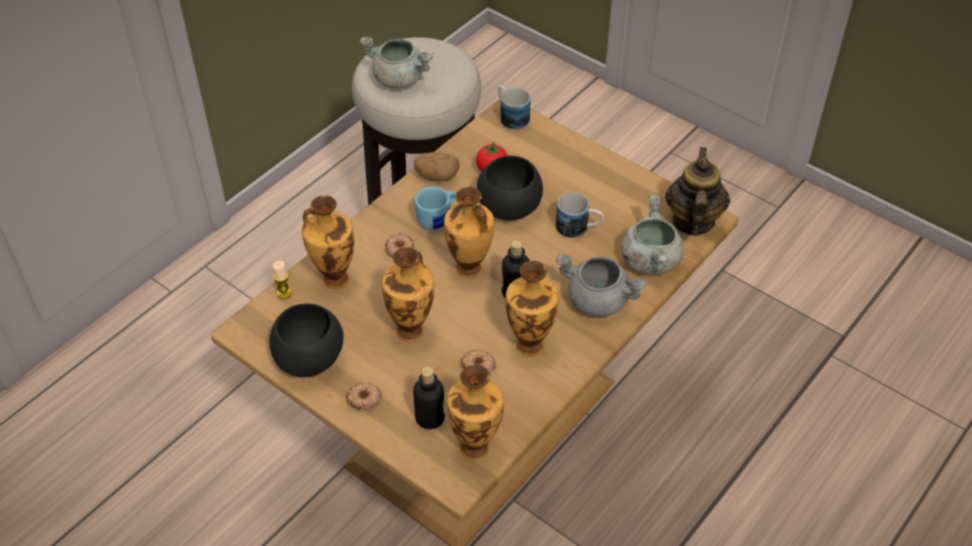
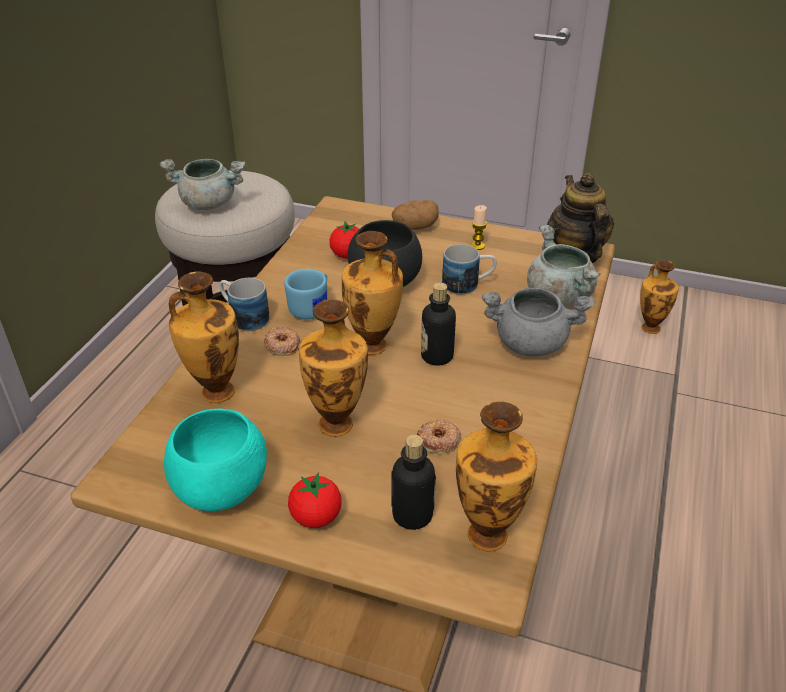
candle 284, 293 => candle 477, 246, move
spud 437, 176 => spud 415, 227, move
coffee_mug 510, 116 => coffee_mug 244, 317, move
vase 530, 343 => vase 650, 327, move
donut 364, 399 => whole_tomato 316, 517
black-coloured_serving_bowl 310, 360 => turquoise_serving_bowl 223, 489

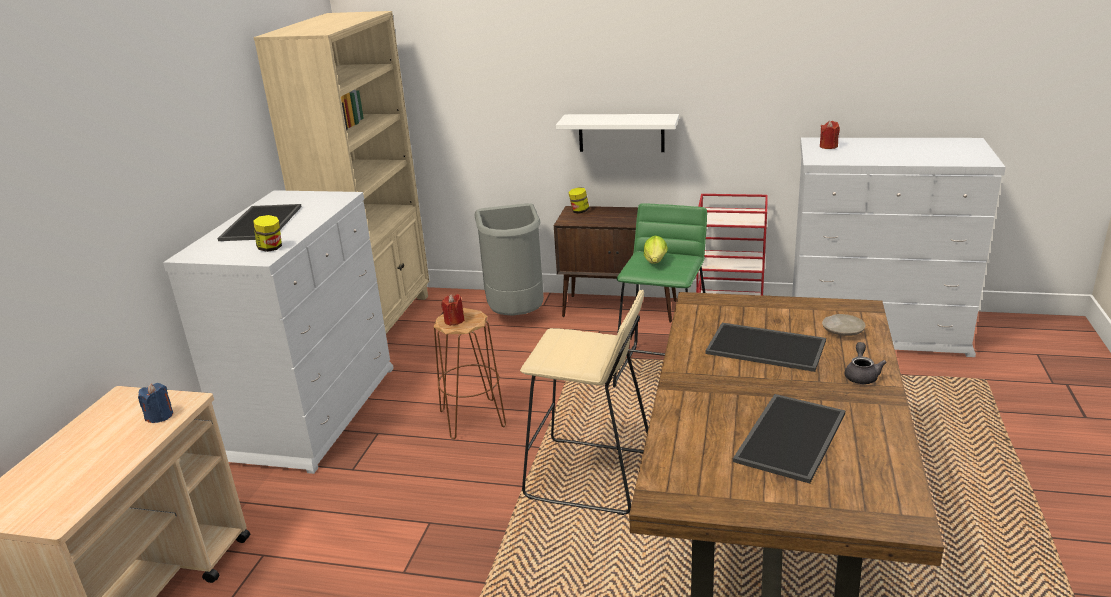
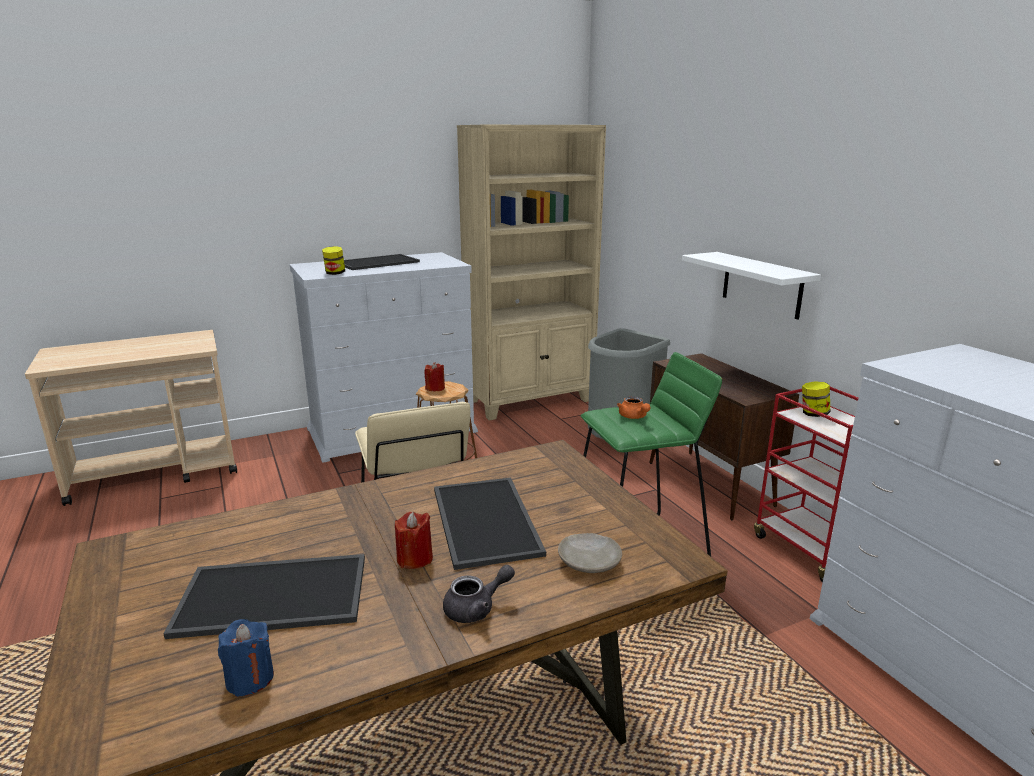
bluish_candle 160, 416 => bluish_candle 250, 678, move
storage_jar 579, 211 => storage_jar 813, 414, move
red_candle 828, 146 => red_candle 414, 558, move
lettuce_head 655, 263 => orangey_tea_pot 634, 417

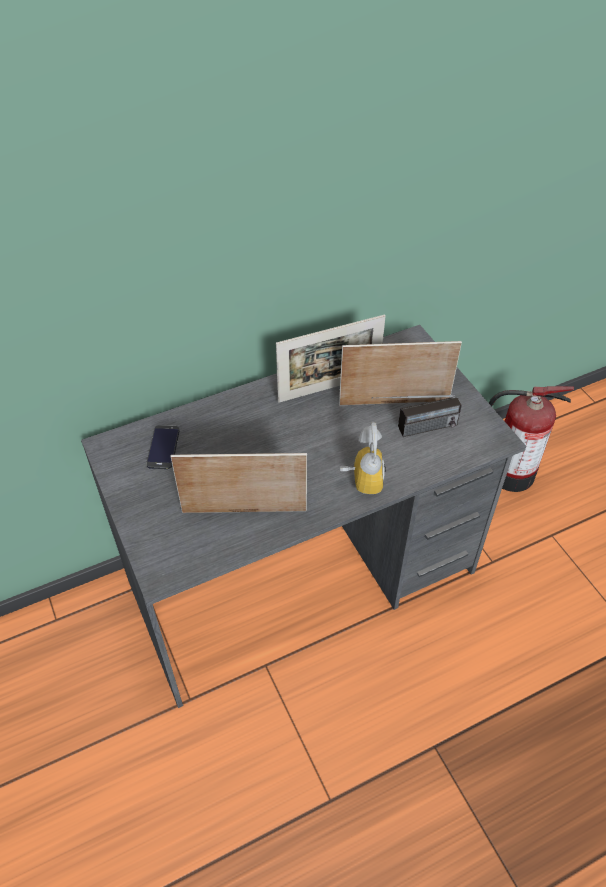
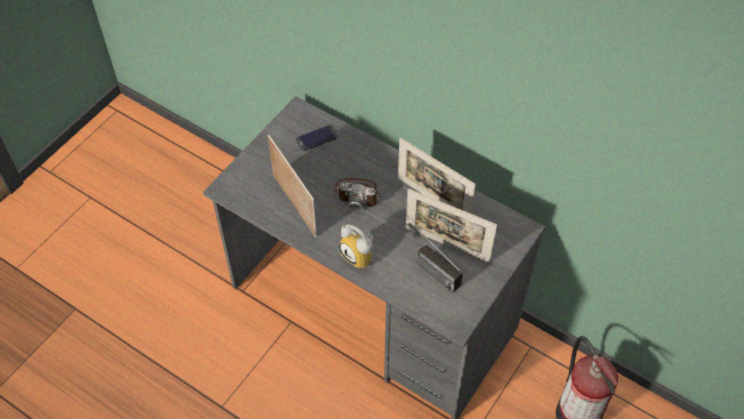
nothing => photo_camera 358, 194
picture_frame 394, 402 => picture_frame 447, 245, 150 degrees clockwise
bedside_clock 360, 480 => bedside_clock 360, 255, 75 degrees clockwise

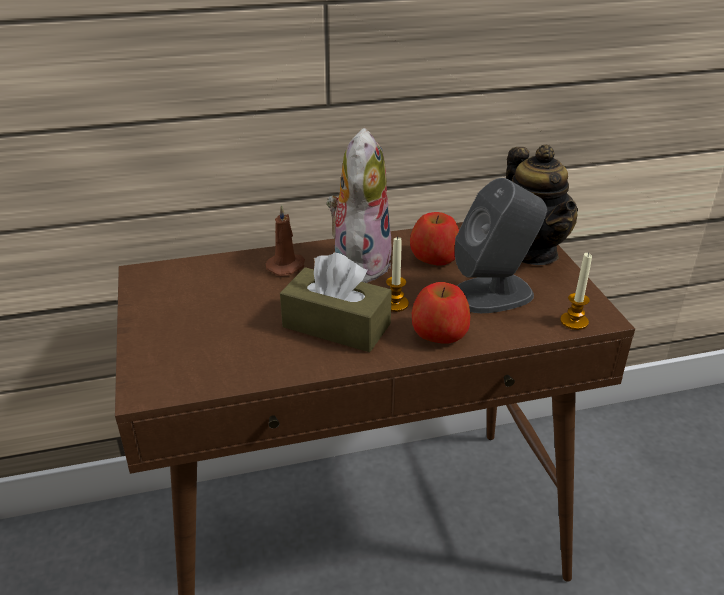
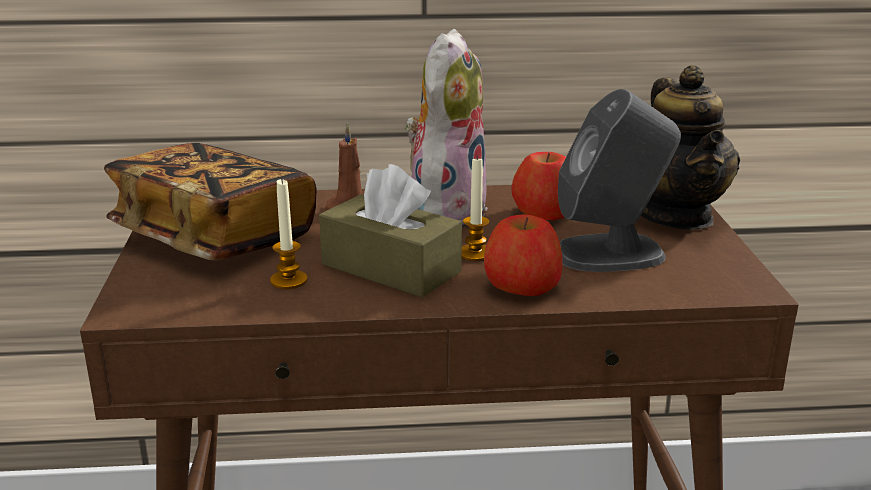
nothing => book 215, 237
candle 574, 321 => candle 289, 281, move

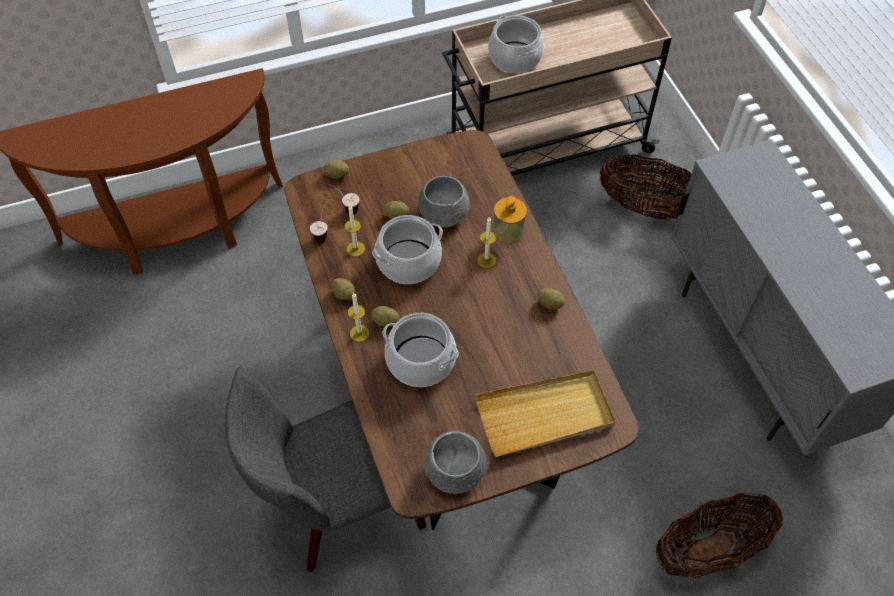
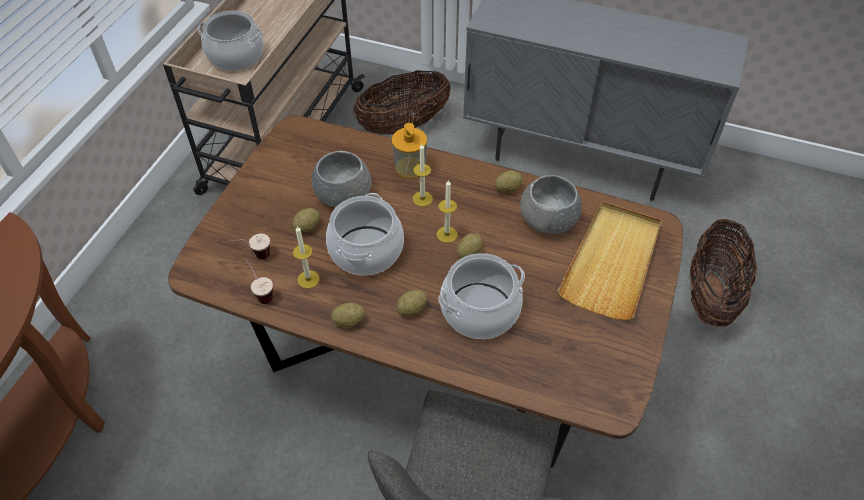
spud 337, 175 => spud 469, 253, move
candle 359, 333 => candle 447, 234, move
gray_serving_bowl 455, 470 => gray_serving_bowl 548, 219, move

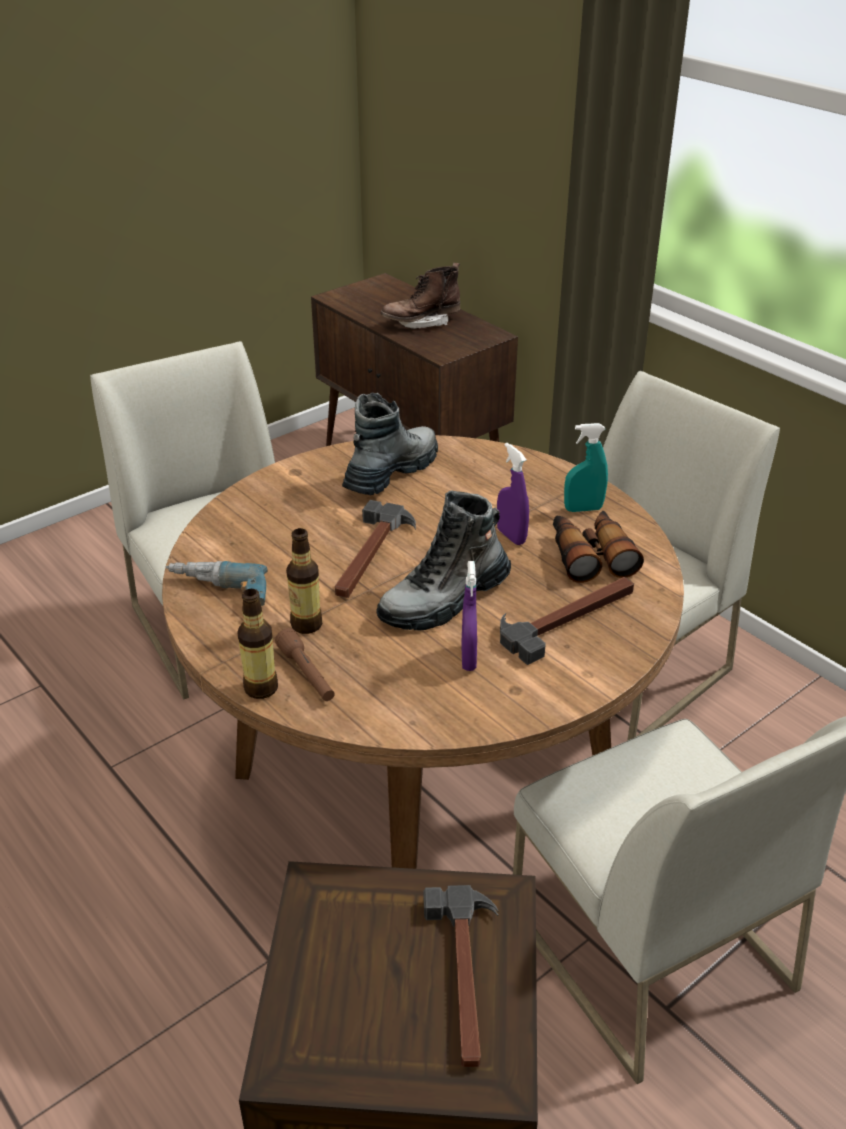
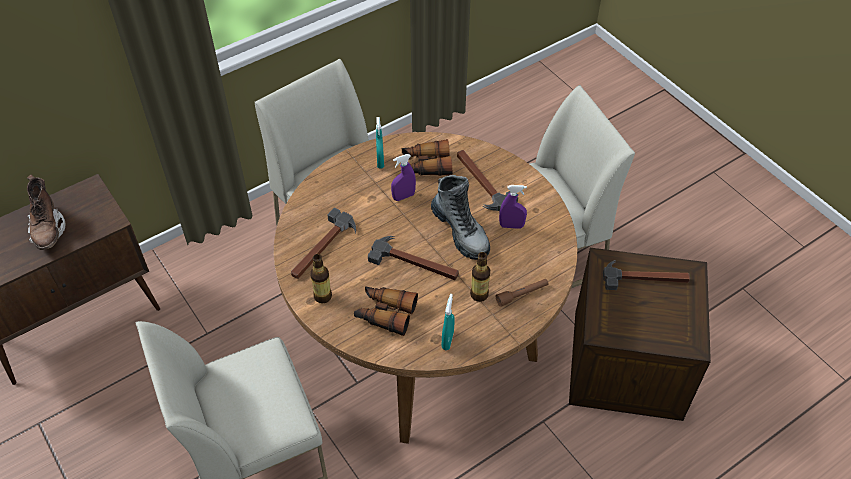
nothing => binoculars 385, 313
beverage_bottle 261, 688 => beverage_bottle 323, 296, move
drill 215, 595 => turquoise_sprayer 447, 340
high-top_boot 391, 472 => hand_hammer 322, 248

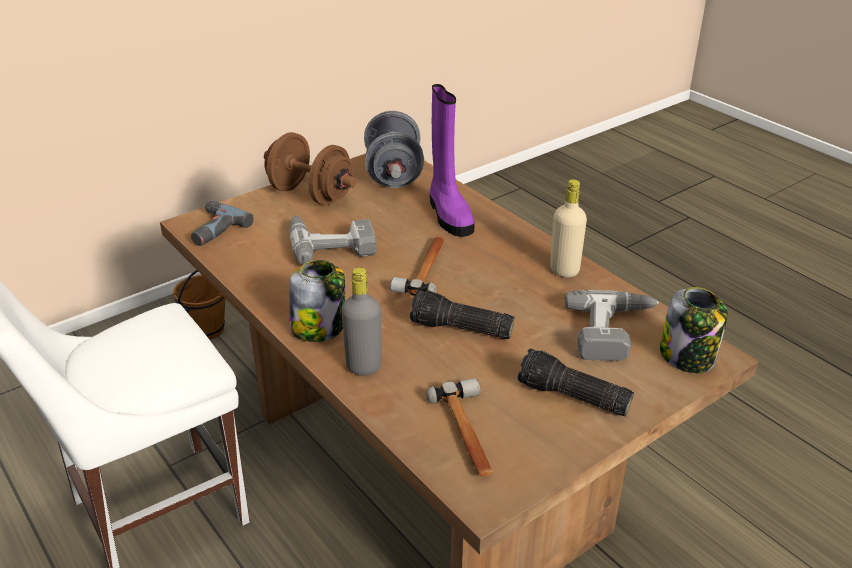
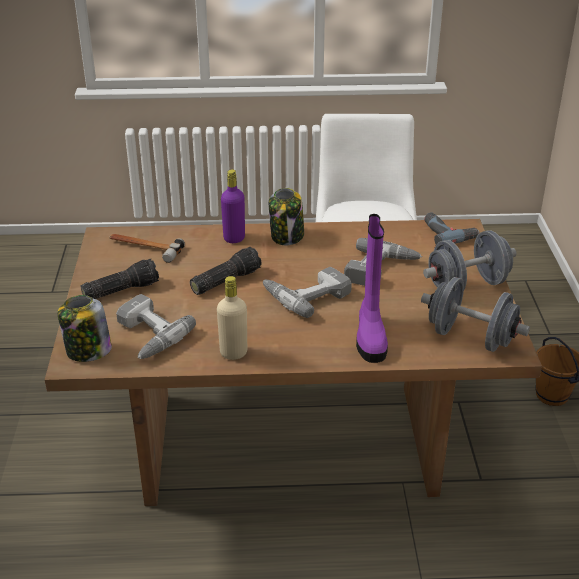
hand_hammer 425, 269 => drill 306, 294
brown-coloured_dumbbell 311, 194 => gray_dumbbell 467, 285
gray_beverage_bottle 364, 366 => purple_beverage_bottle 234, 238
purple_high-top_boot 448, 215 => purple_high-top_boot 370, 336, 105 degrees counterclockwise

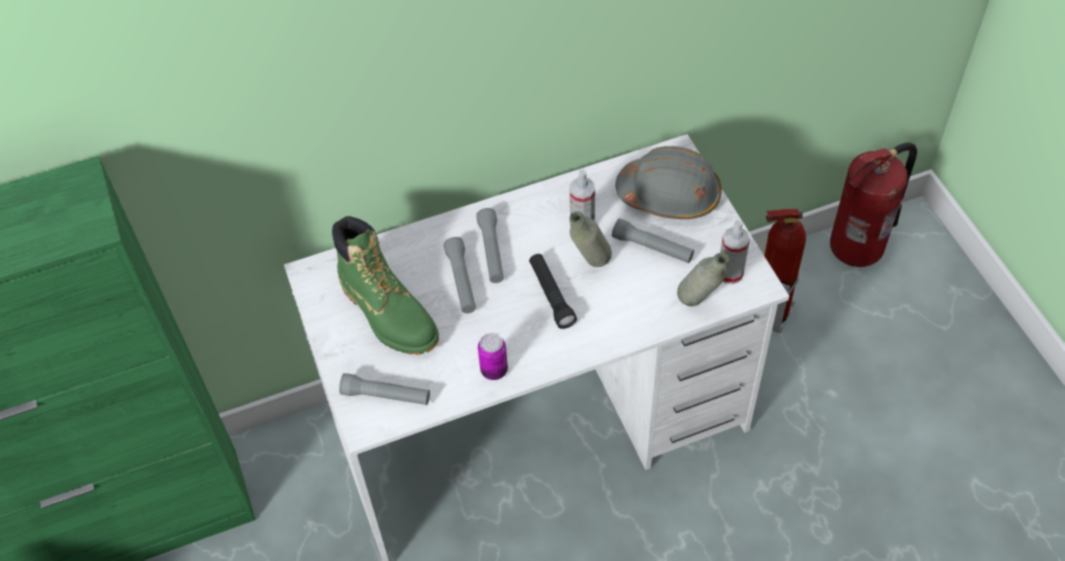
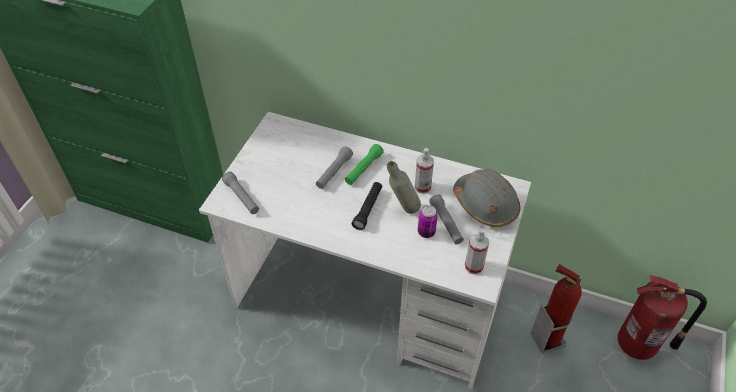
greenish_high-top_boot 388, 313 => nothing
gray_beverage_bottle 699, 306 => nothing
can 494, 370 => can 426, 232, move
gray_flashlight 491, 251 => greenish_flashlight 363, 169

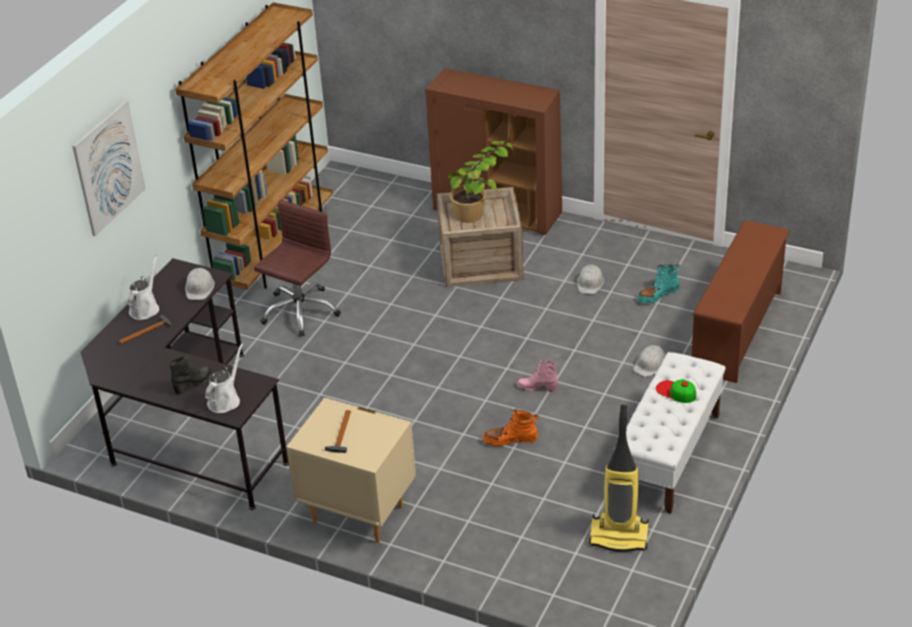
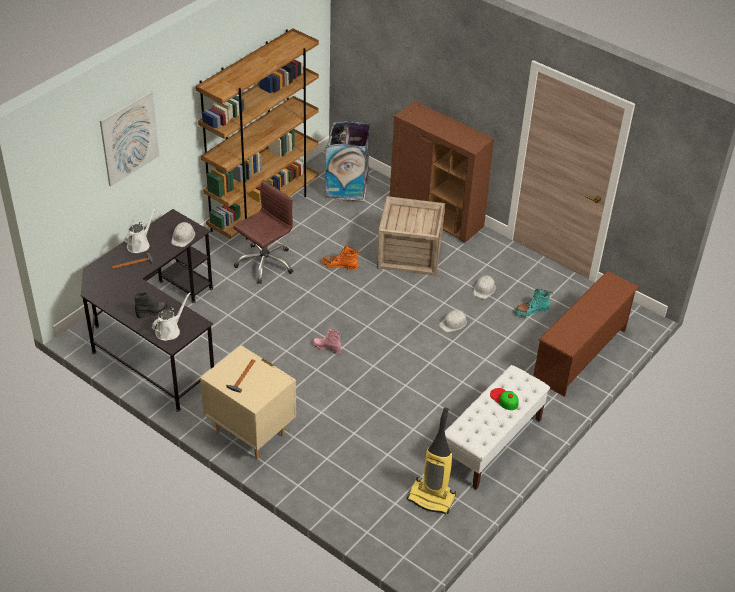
potted_plant 482, 210 => nothing
nothing => waste_bin 347, 186
orangey_high-top_boot 510, 439 => orangey_high-top_boot 340, 265, move
pink-coloured_high-top_boot 537, 388 => pink-coloured_high-top_boot 326, 347, move
white-coloured_work_helmet 651, 364 => white-coloured_work_helmet 453, 323, move

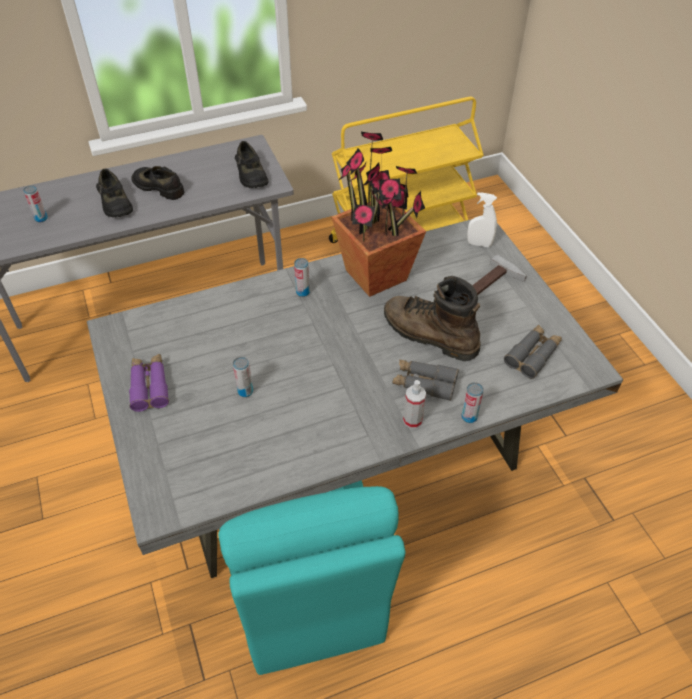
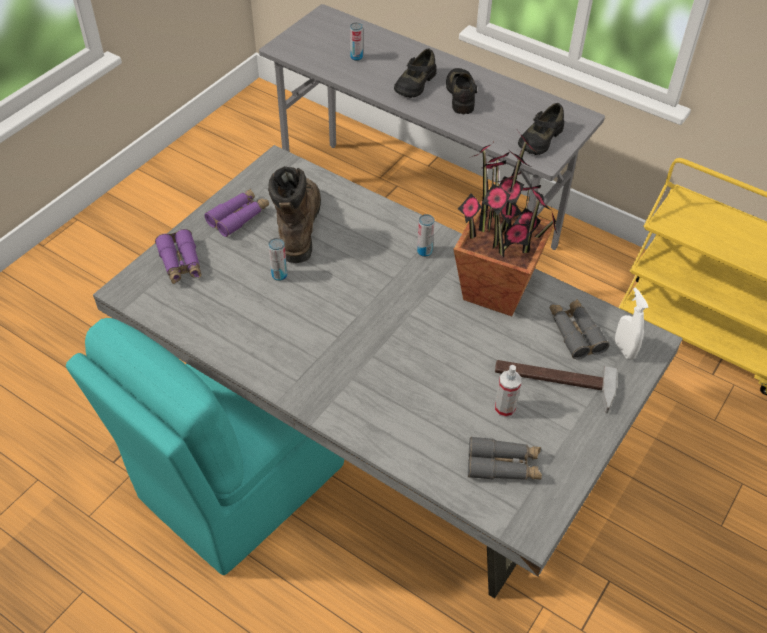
can 469, 417 => nothing
nothing => purple_binoculars 181, 263
brown-coloured_high-top_boot 429, 335 => brown-coloured_high-top_boot 298, 226, move
gray_binoculars 424, 383 => gray_binoculars 575, 333, move
sprayer 412, 420 => sprayer 504, 408, move

